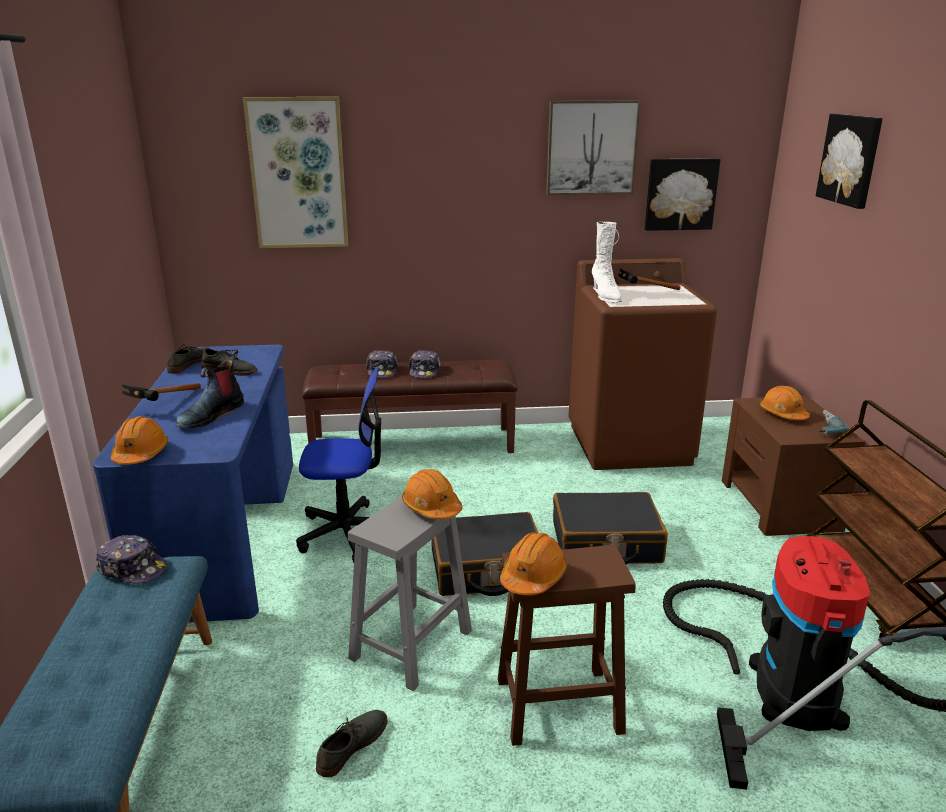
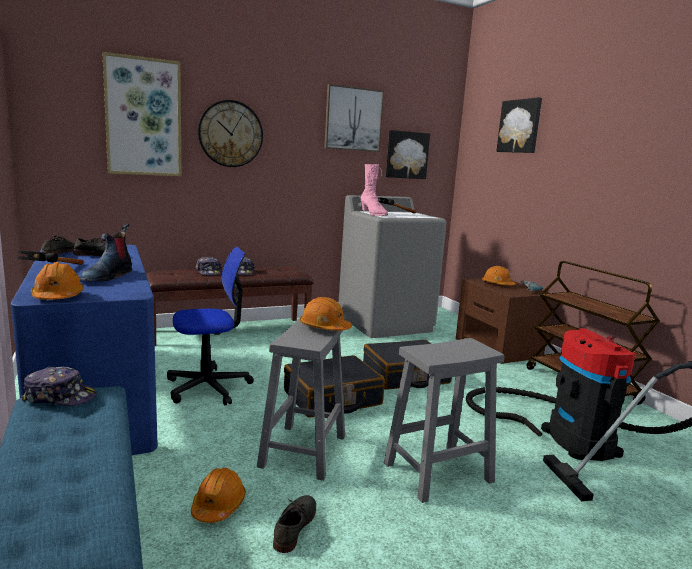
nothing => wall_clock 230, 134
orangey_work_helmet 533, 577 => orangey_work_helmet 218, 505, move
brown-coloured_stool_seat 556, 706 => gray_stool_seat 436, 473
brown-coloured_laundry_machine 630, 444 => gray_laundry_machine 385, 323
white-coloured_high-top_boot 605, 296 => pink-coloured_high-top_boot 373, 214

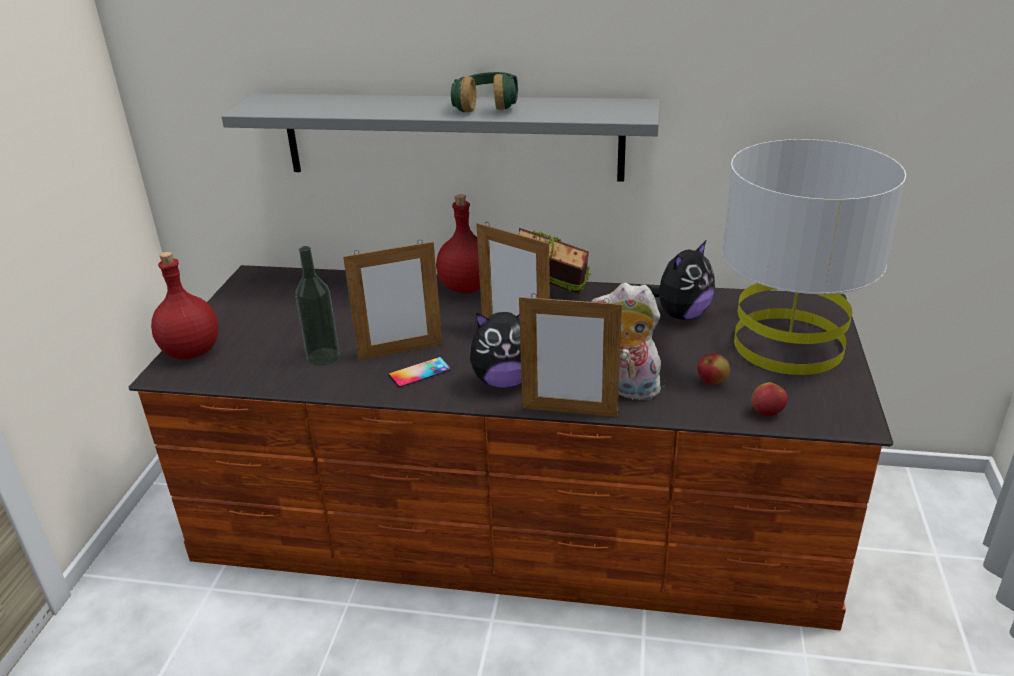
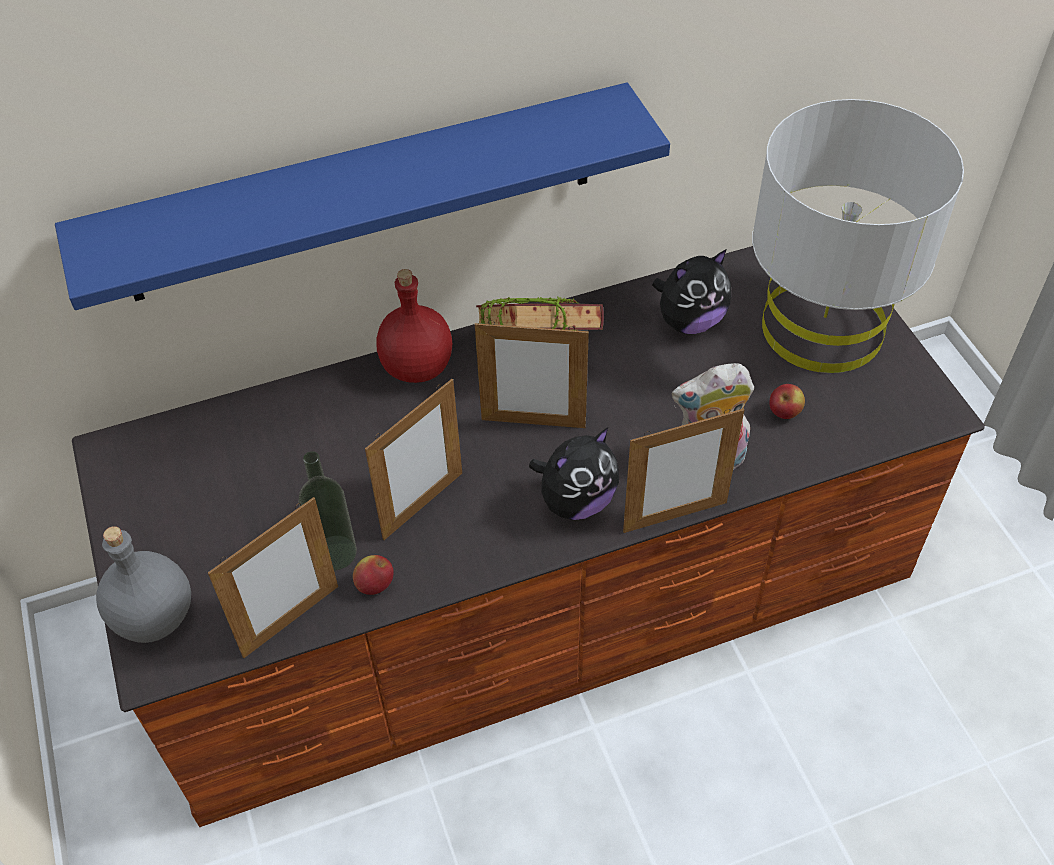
phone 420, 372 => nothing
headphones 487, 105 => nothing
nothing => picture_frame 291, 621
apple 767, 412 => apple 375, 585, move
red_beverage_bottle 192, 351 => gray_beverage_bottle 154, 616
gray_wall_shelf 451, 136 => bluish_wall_shelf 362, 194
cuddly_toy 681, 314 => cuddly_toy 689, 321, 45 degrees clockwise

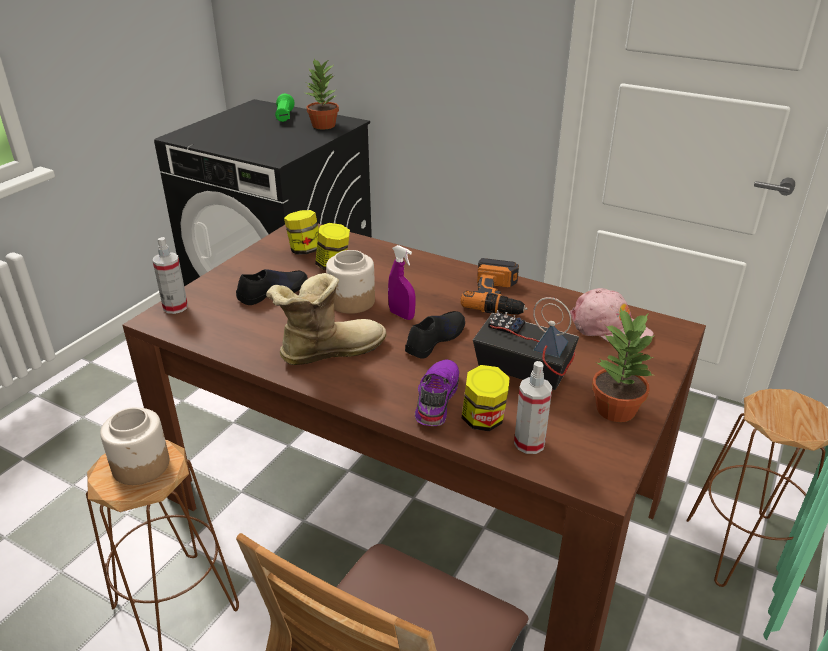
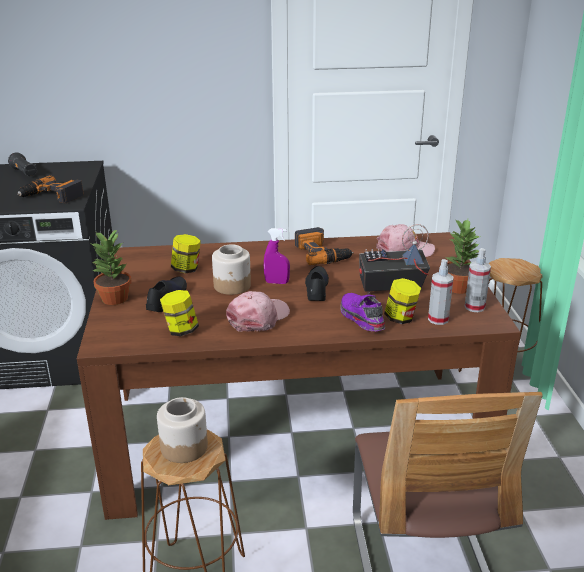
nothing => drill 51, 196
sprayer 175, 307 => sprayer 474, 307, move
storage_jar 305, 250 => storage_jar 181, 330, move
potted_plant 323, 126 => potted_plant 115, 299, move
high-top_boot 328, 350 => pink-coloured_peaked_cap 258, 318
greenish_flashlight 284, 117 => black-coloured_flashlight 24, 173

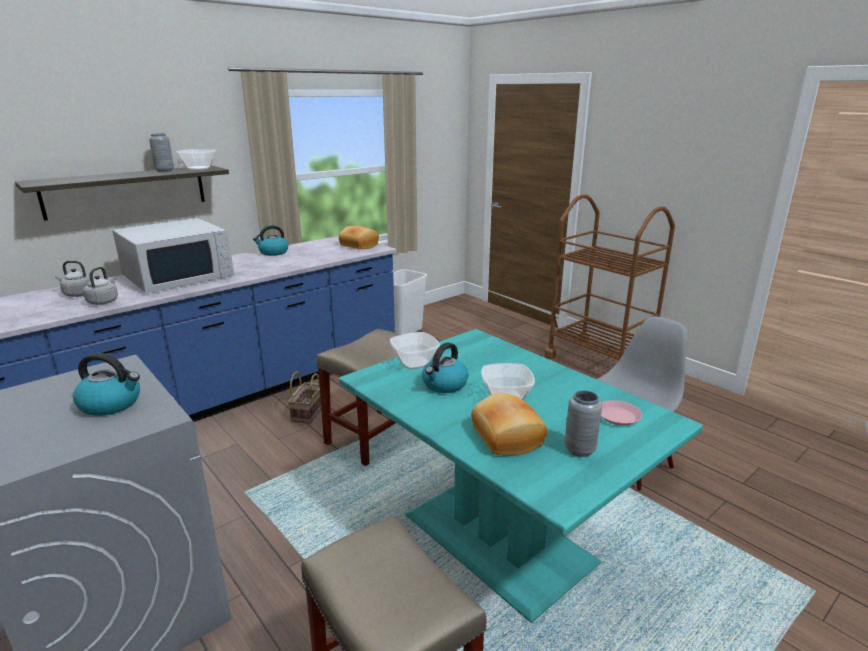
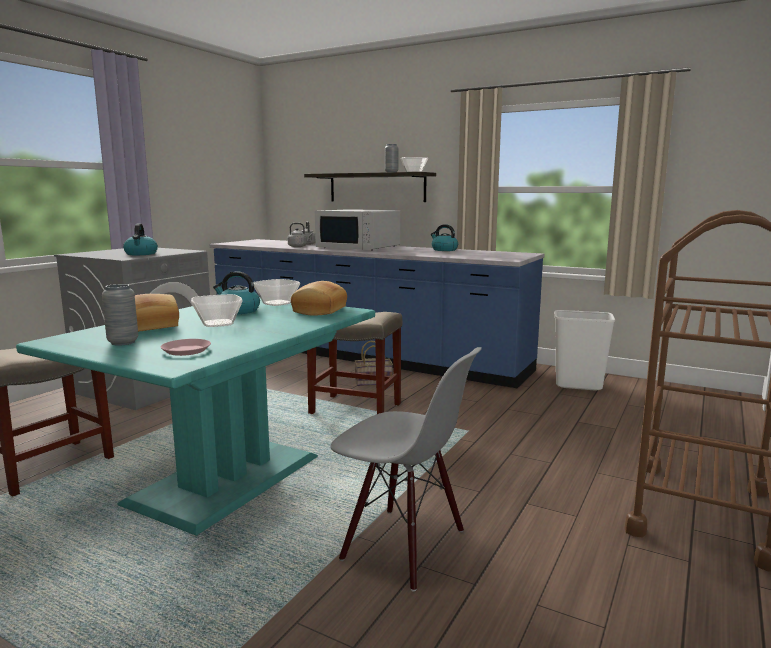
baked_bread 358, 245 => baked_bread 318, 310, move

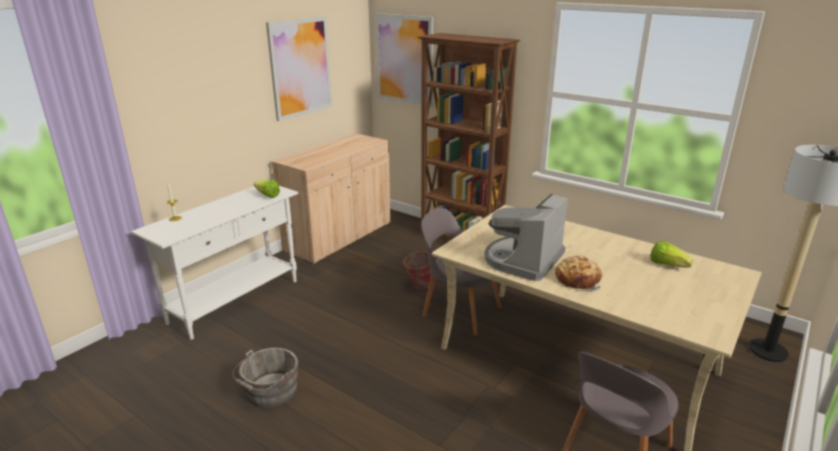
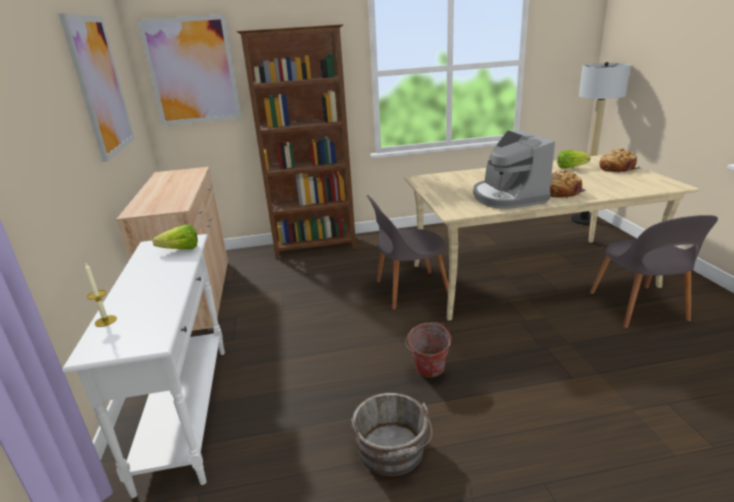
nothing => baked_bread 617, 168
pail 418, 286 => pail 428, 373, move

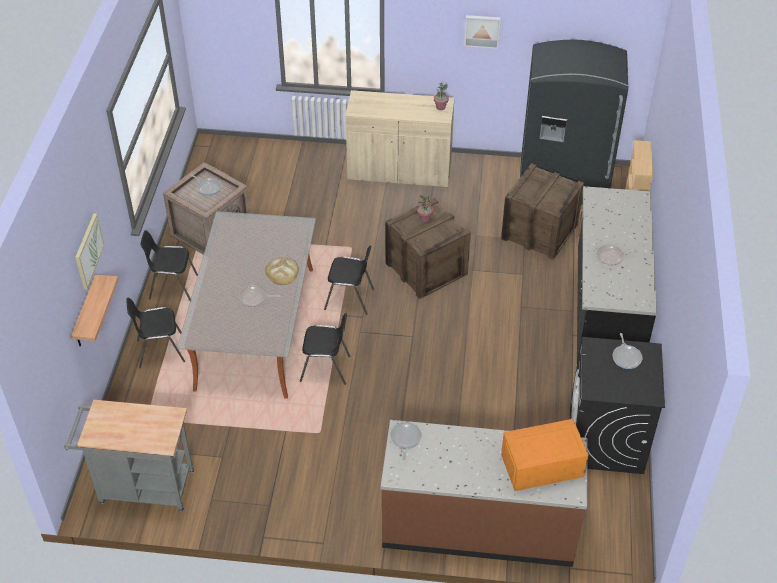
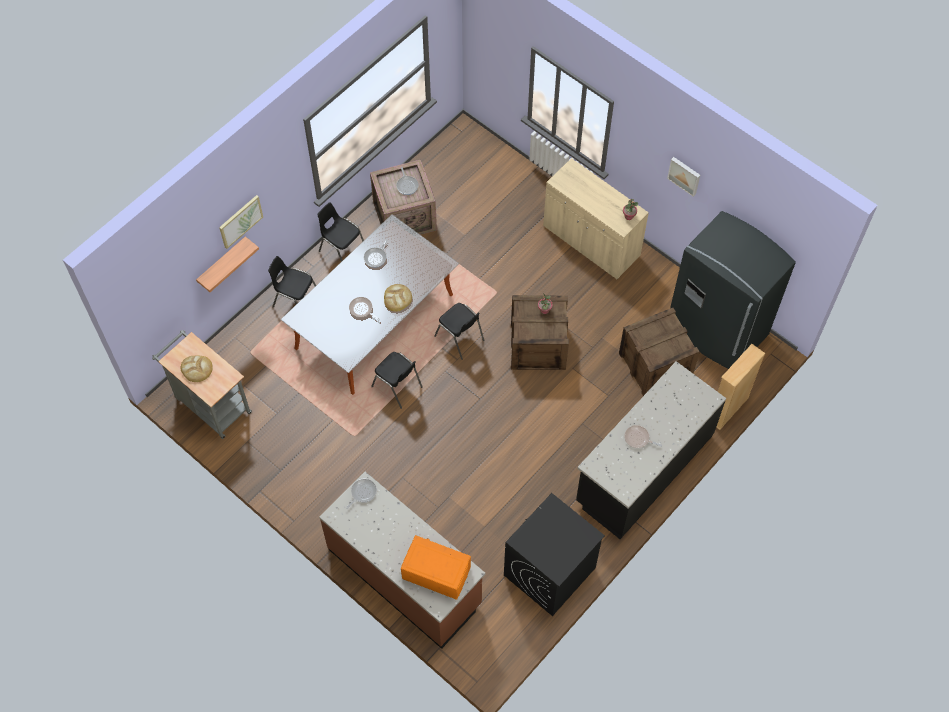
nothing => baked_bread 197, 369
skillet 626, 357 => skillet 376, 257, move

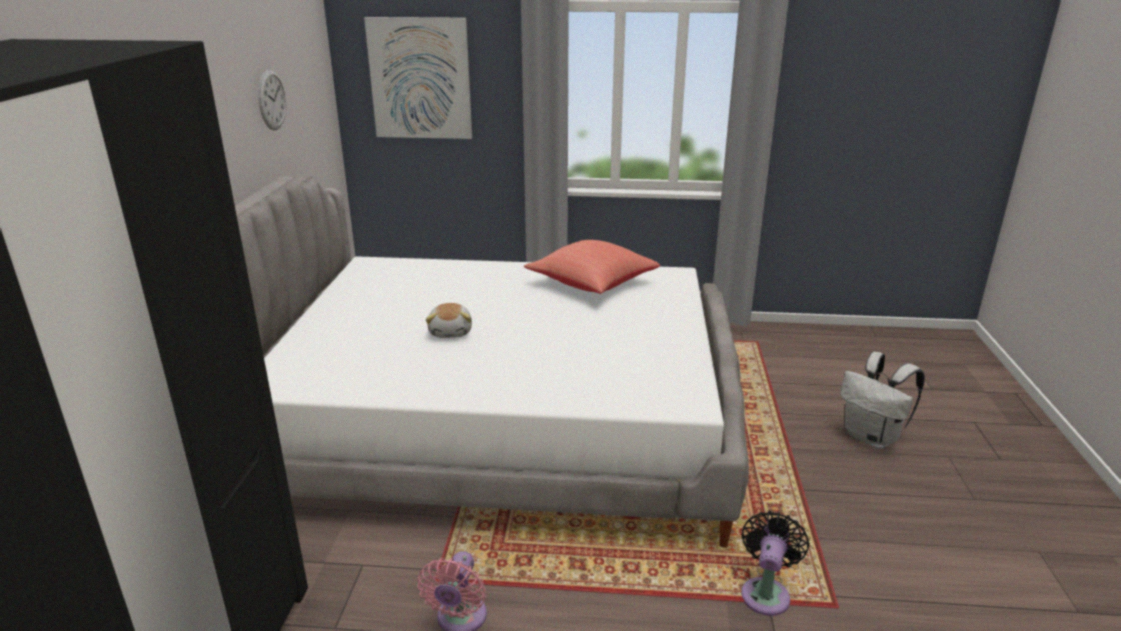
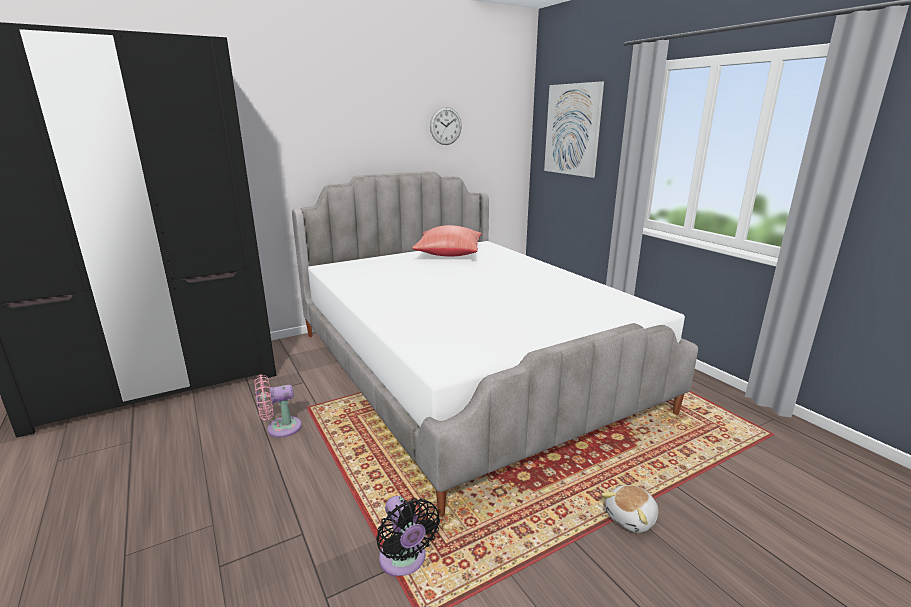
white-coloured_backpack 872, 438 => nothing
cuddly_toy 451, 332 => cuddly_toy 632, 518, move
red_throw_pillow 590, 284 => red_throw_pillow 448, 254, move
black-coloured_cooling_fan 766, 592 => black-coloured_cooling_fan 404, 561, 75 degrees clockwise

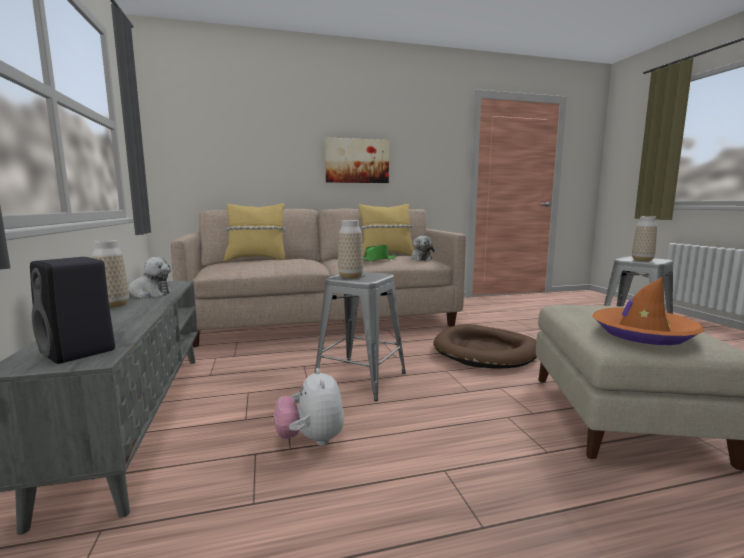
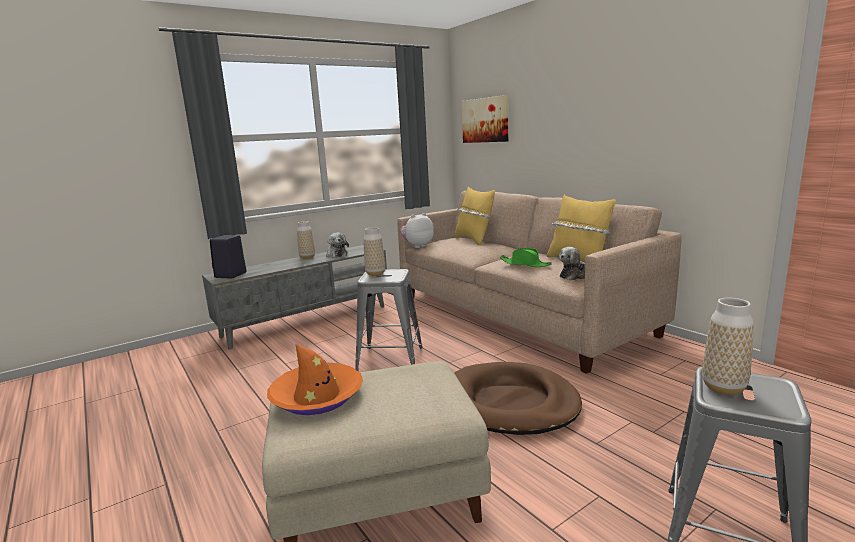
cuddly_toy 311, 440 => cuddly_toy 417, 246, move
wall_picture 357, 161 => wall_picture 485, 120, move

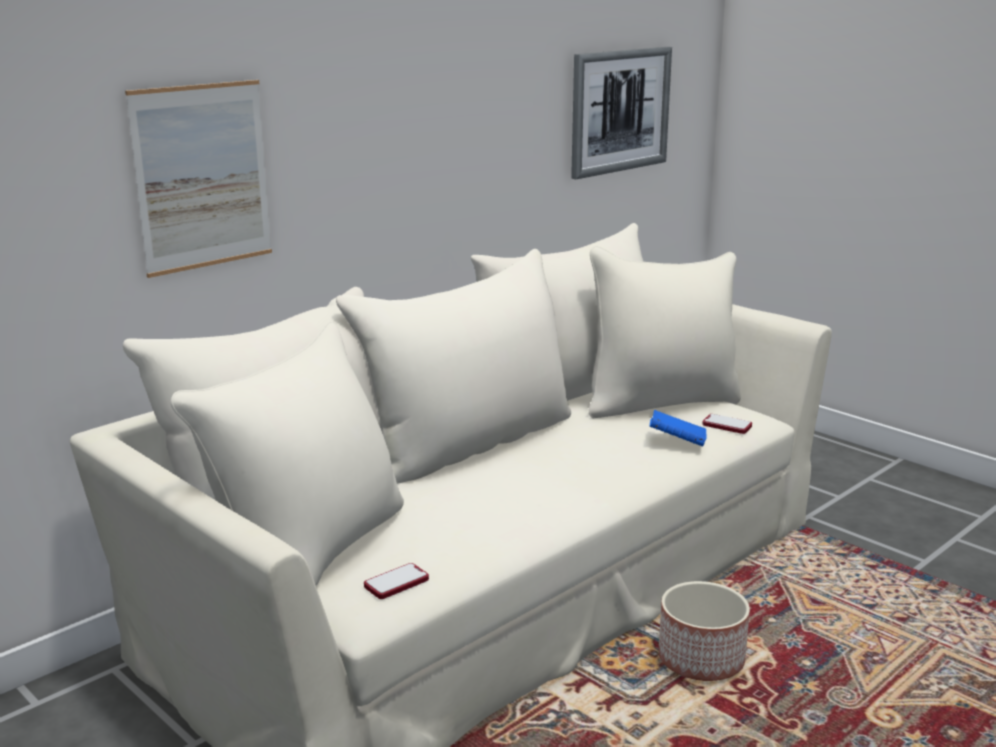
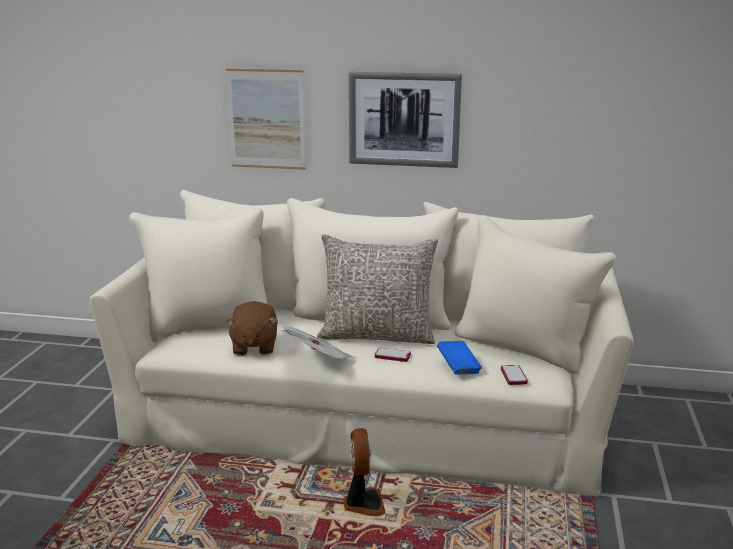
nothing => brown-coloured_cuddly_toy 254, 347
nothing => printed_paper 319, 361
nothing => gray_throw_pillow 377, 335
phone 396, 583 => phone 392, 356, move
wall_picture 620, 111 => wall_picture 404, 119, move
plant_pot 700, 660 => cooling_fan 363, 504

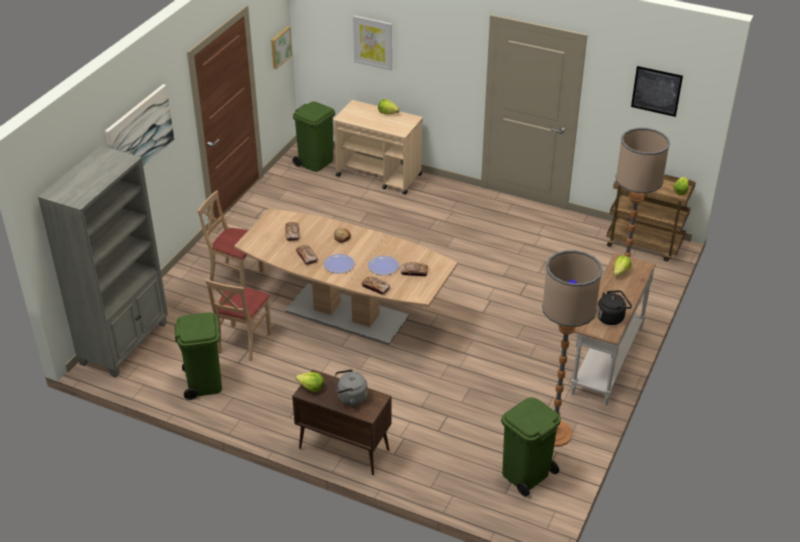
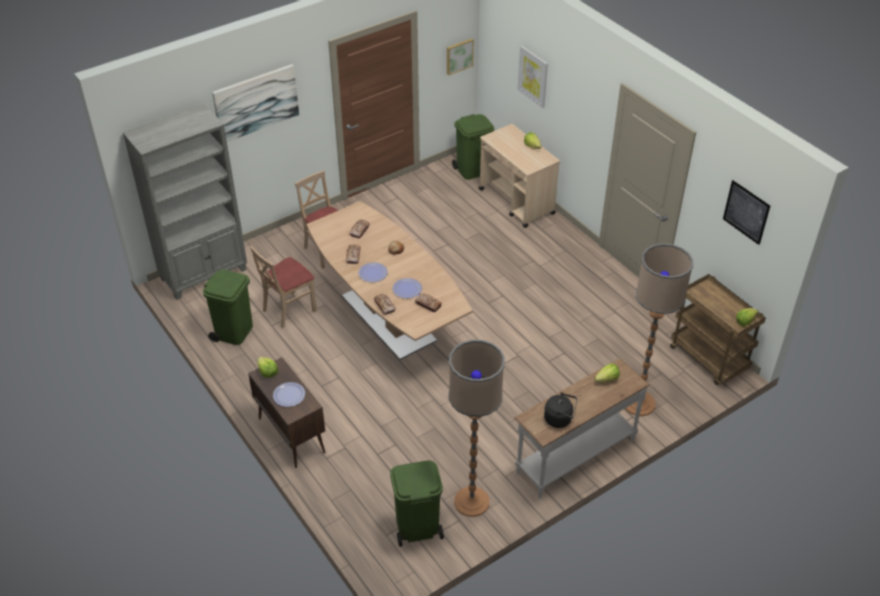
gray_tea_kettle 350, 398 => dinner_plate 289, 395

